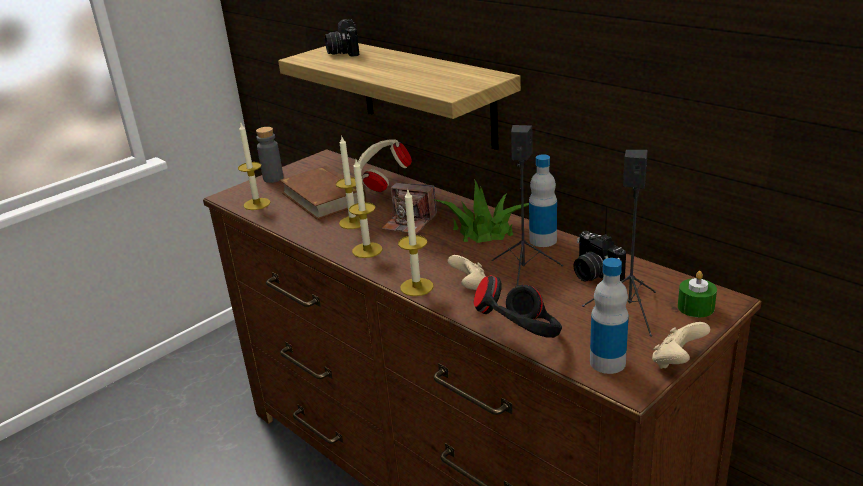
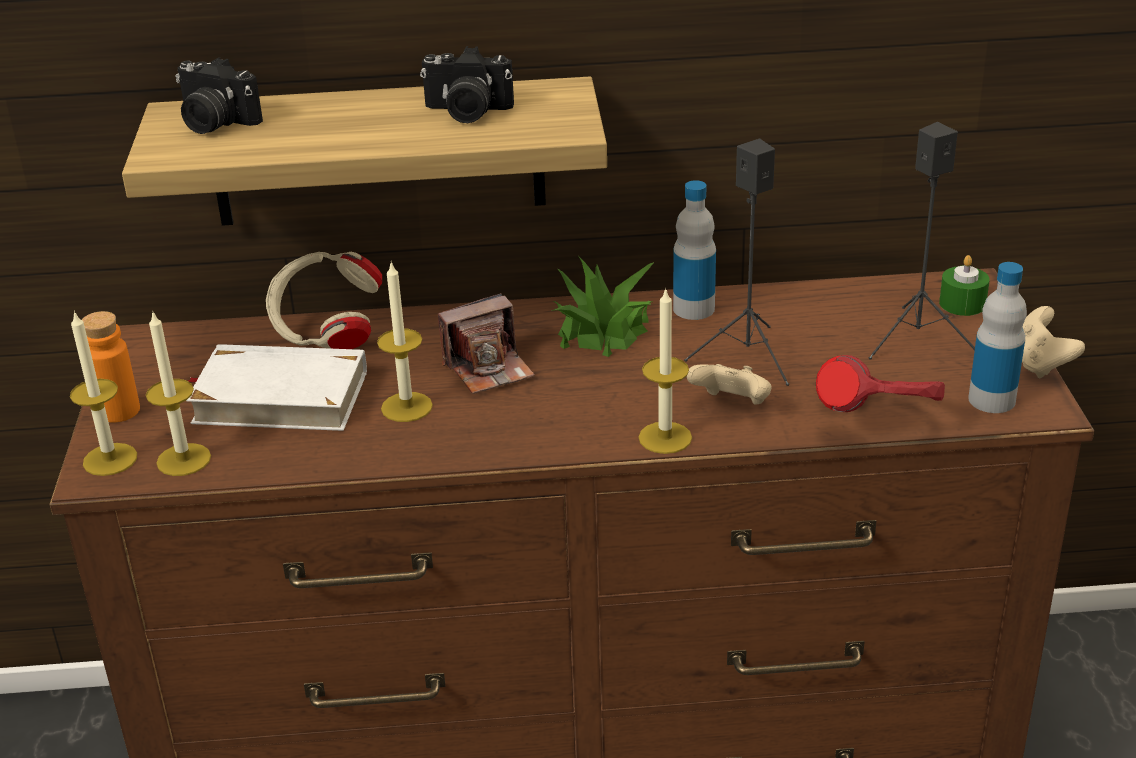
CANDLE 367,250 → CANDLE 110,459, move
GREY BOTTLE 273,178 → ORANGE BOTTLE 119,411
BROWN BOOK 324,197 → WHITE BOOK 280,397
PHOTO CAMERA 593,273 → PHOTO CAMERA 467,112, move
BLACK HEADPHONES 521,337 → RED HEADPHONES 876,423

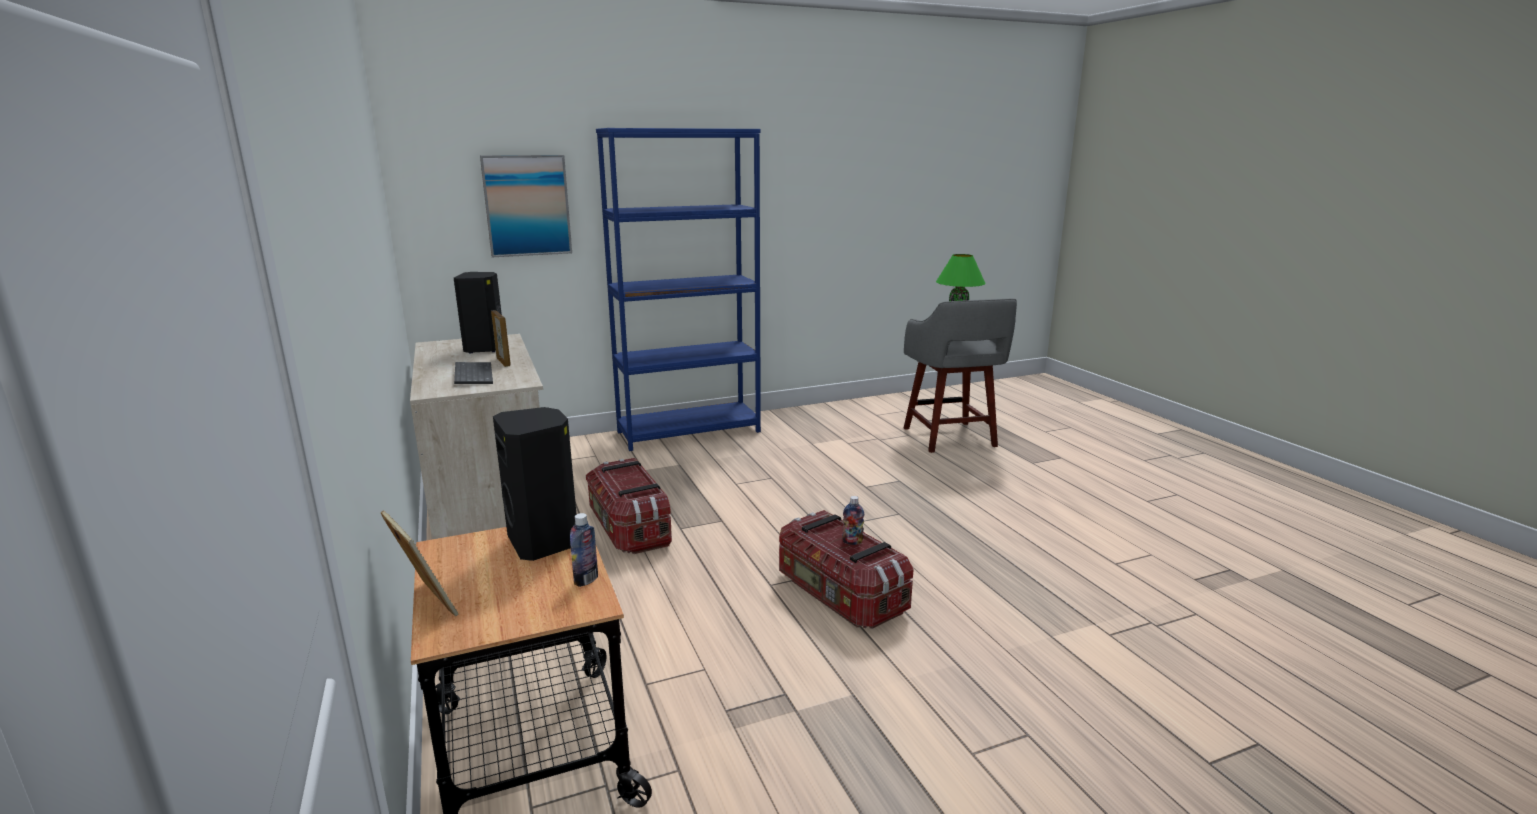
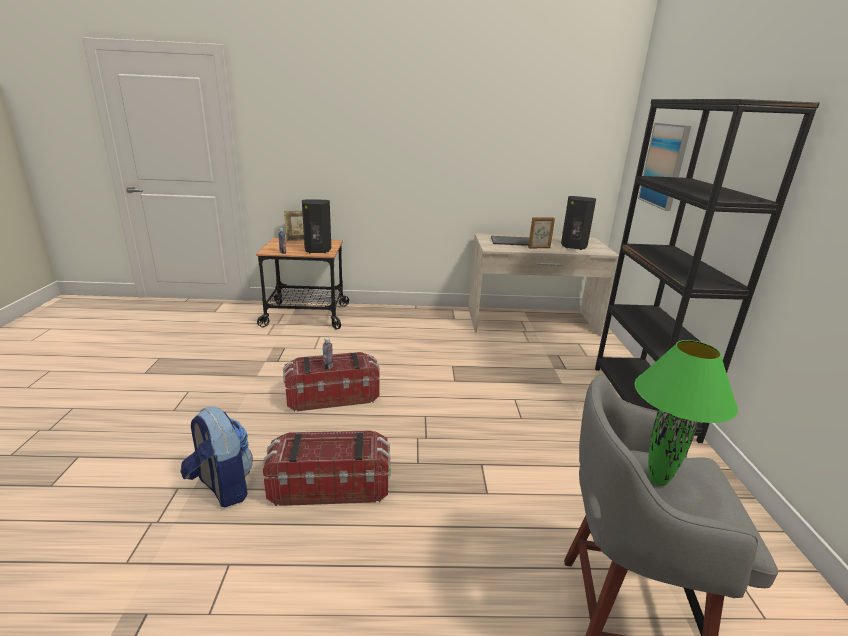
- → BACKPACK 222,487
STORAGE BOX 629,528 → STORAGE BOX 330,486, move
BLUE BOOKCASE 689,432 → BLACK BOOKCASE 642,401

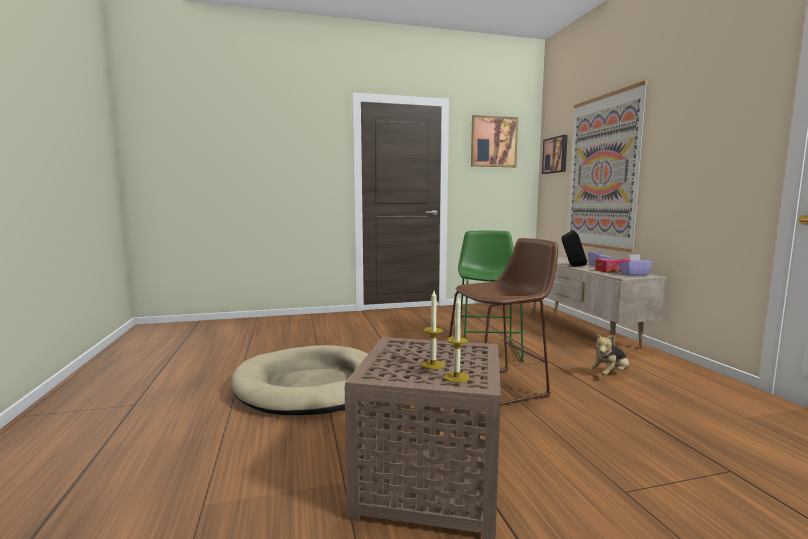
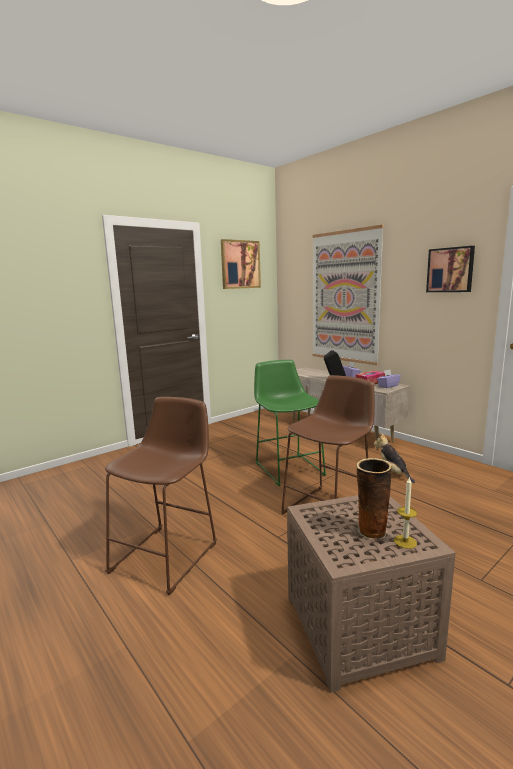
BEIGE DOG BED 313,386 → BROWN STOOL 168,554
CANDLE 433,365 → VASE 371,532
PLUSH TOY 610,374 → PLUSH TOY 392,473, 120 degrees clockwise
PICTURE 556,155 → PICTURE 450,270, move

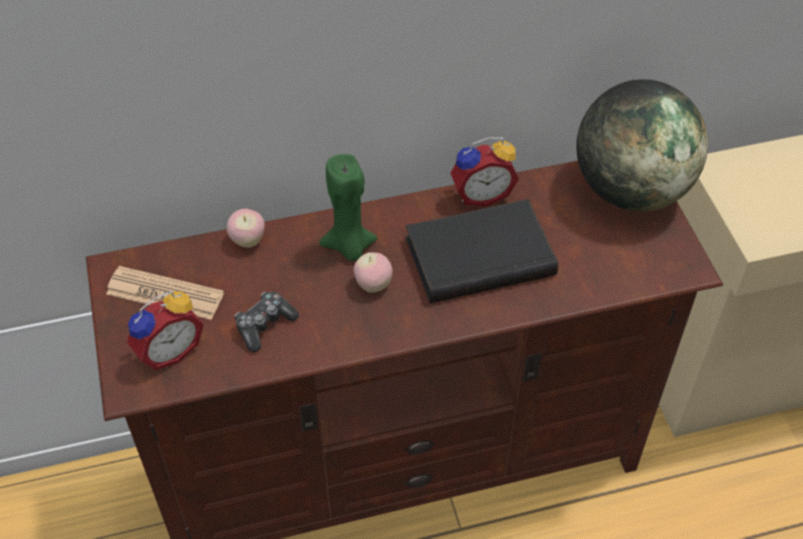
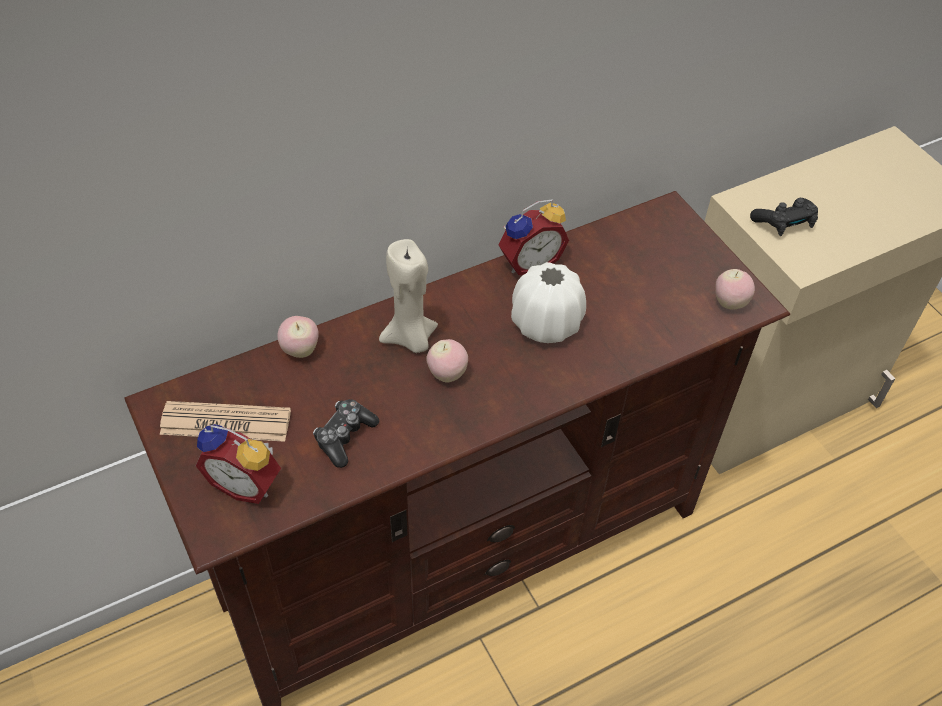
ALARM CLOCK 168,350 → ALARM CLOCK 247,483, 75 degrees clockwise
GREEN CANDLE 349,247 → BEIGE CANDLE 410,339
BLACK BOOK 479,254 → WHITE VASE 546,323
- → APPLE 729,303
- → BLACK GAME CONTROLLER 784,223
GLOBE 630,190 → -

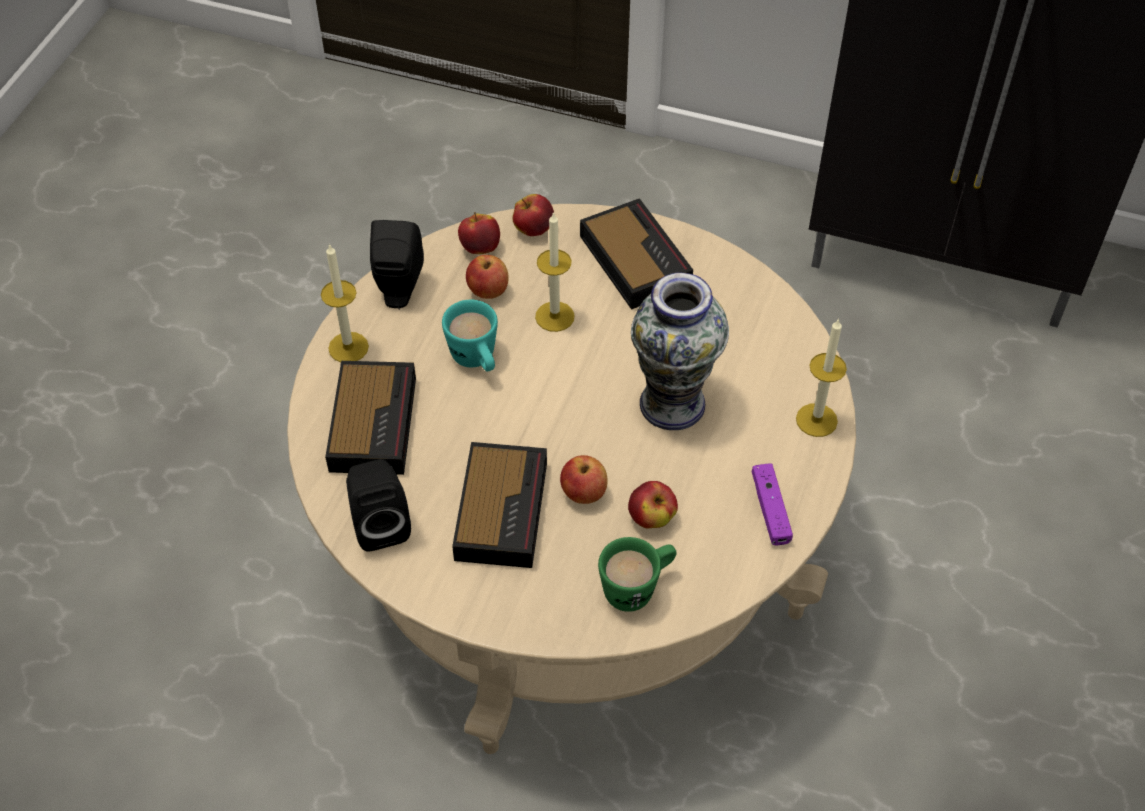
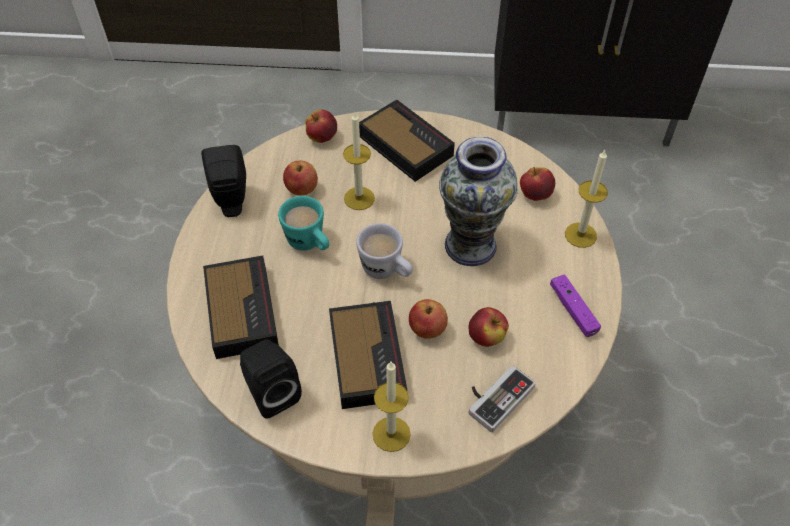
- → WHITE MUG 386,272
CANDLE 348,347 → CANDLE 391,434, move
GREEN MUG 637,588 → GAME CONTROLLER 495,396
APPLE 480,248 → APPLE 535,195, move

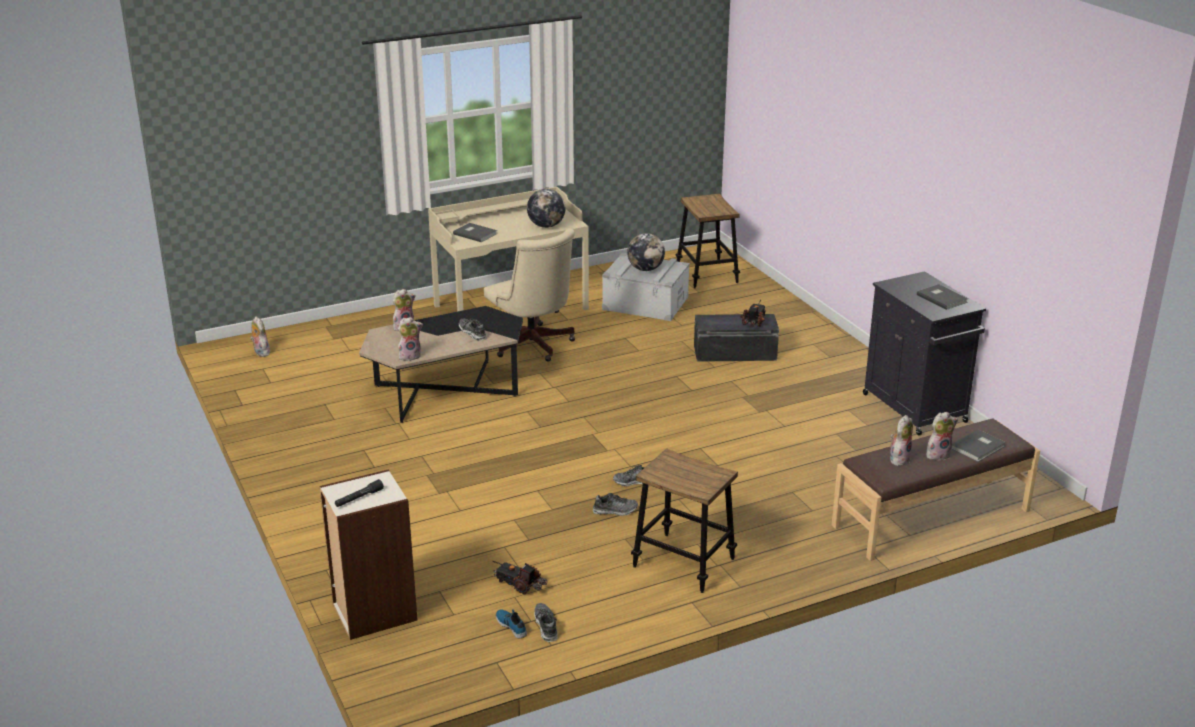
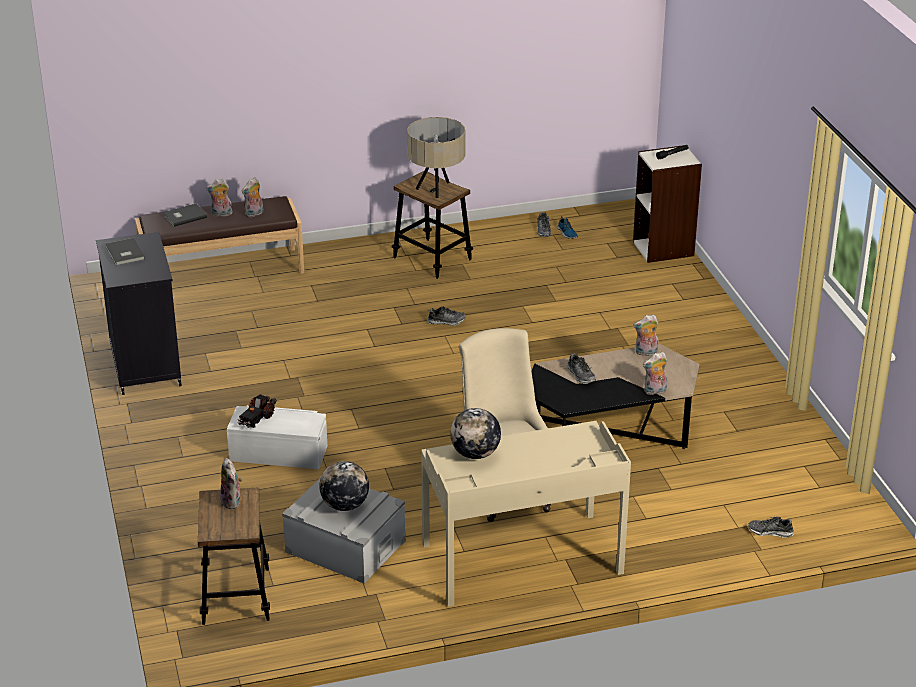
PLUSH TOY 260,352 → PLUSH TOY 232,502, move
BLACK STORAGE BOX 735,353 → WHITE STORAGE BOX 278,452
- → BEIGE TABLE LAMP 436,189
SHOE 615,511 → SHOE 770,532, move
GREY BOOK 475,233 → -
TOY TRUCK 519,584 → -

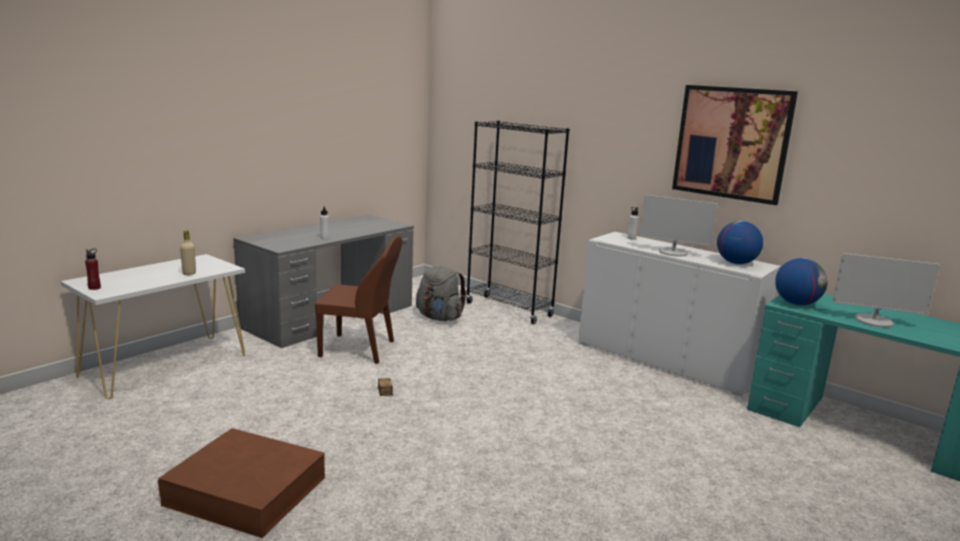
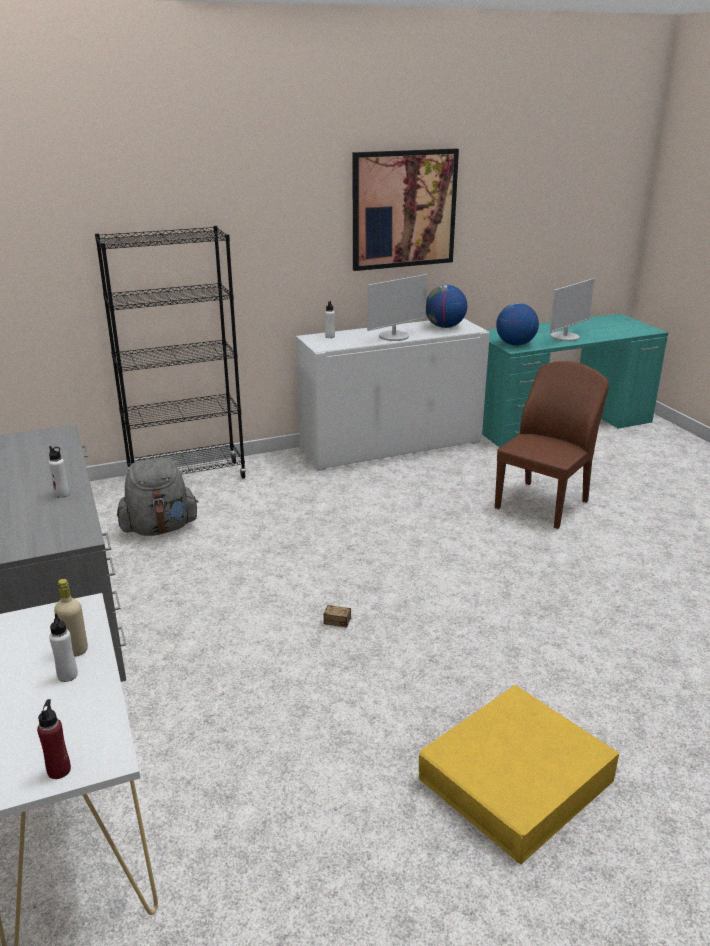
- → WHITE BOTTLE 67,675
BROWN STORAGE BOX 246,491 → YELLOW STORAGE BOX 516,779
BROWN CHAIR 359,349 → BROWN CHAIR 543,504, move

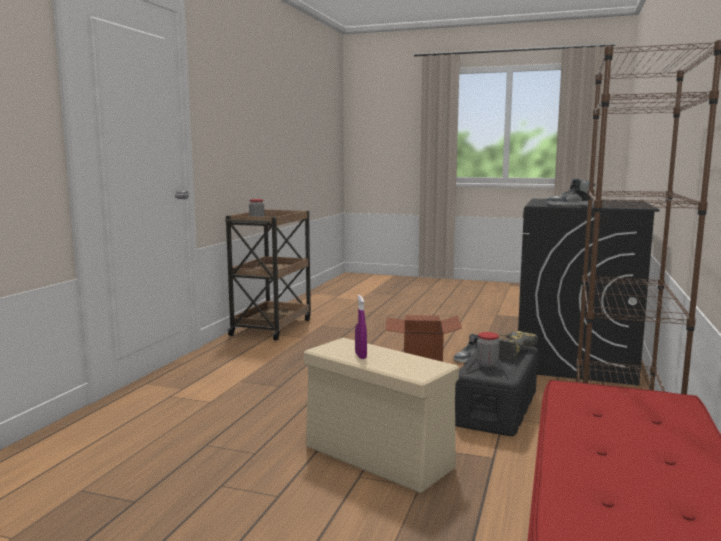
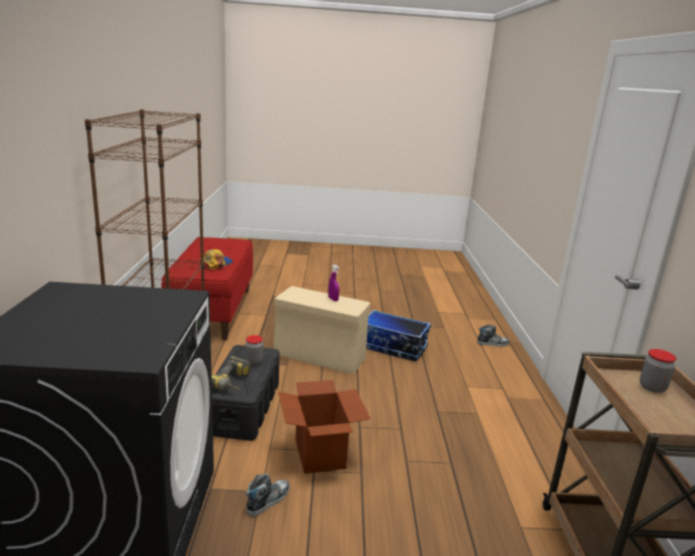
- → CAP 216,264
- → STORAGE BOX 392,347
SHOE 570,205 → SHOE 492,343, move

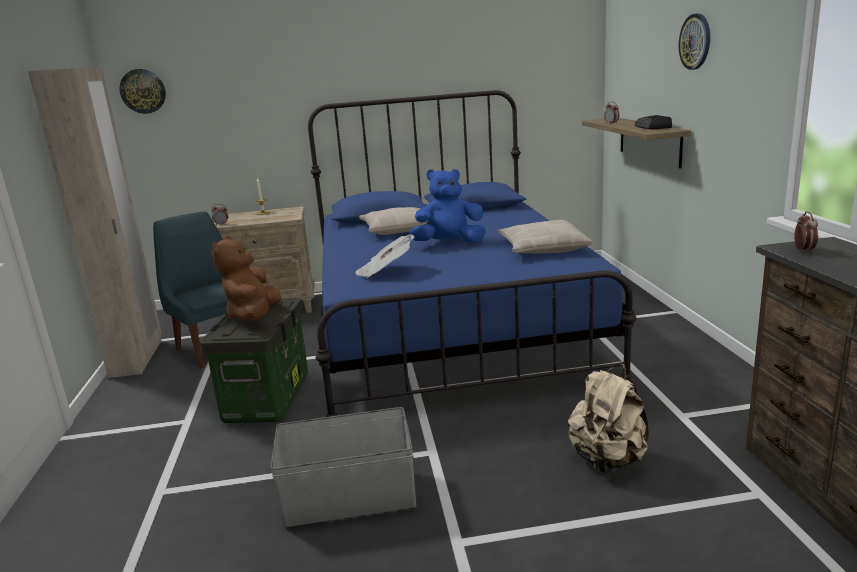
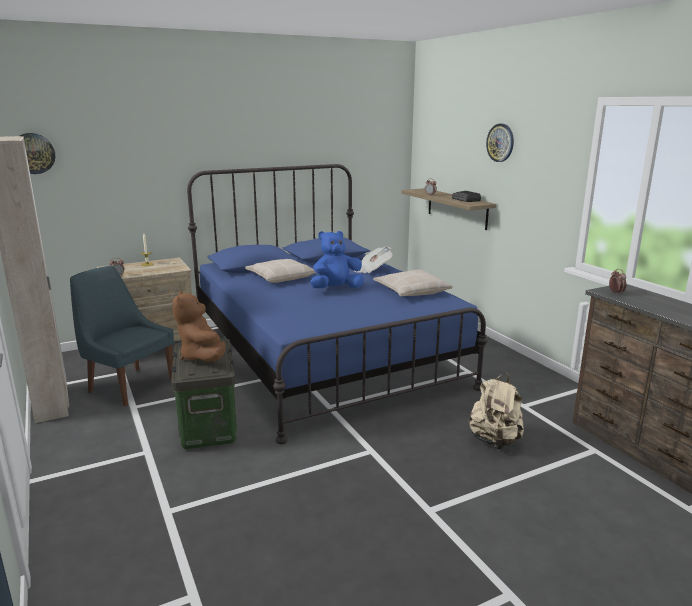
NEWSPAPER 385,272 → NEWSPAPER 372,270, move
GREY STORAGE BOX 349,497 → -

